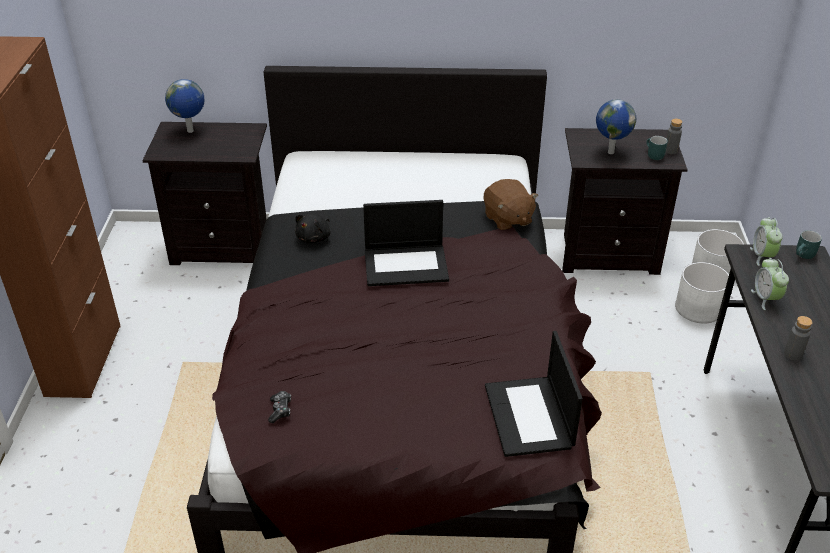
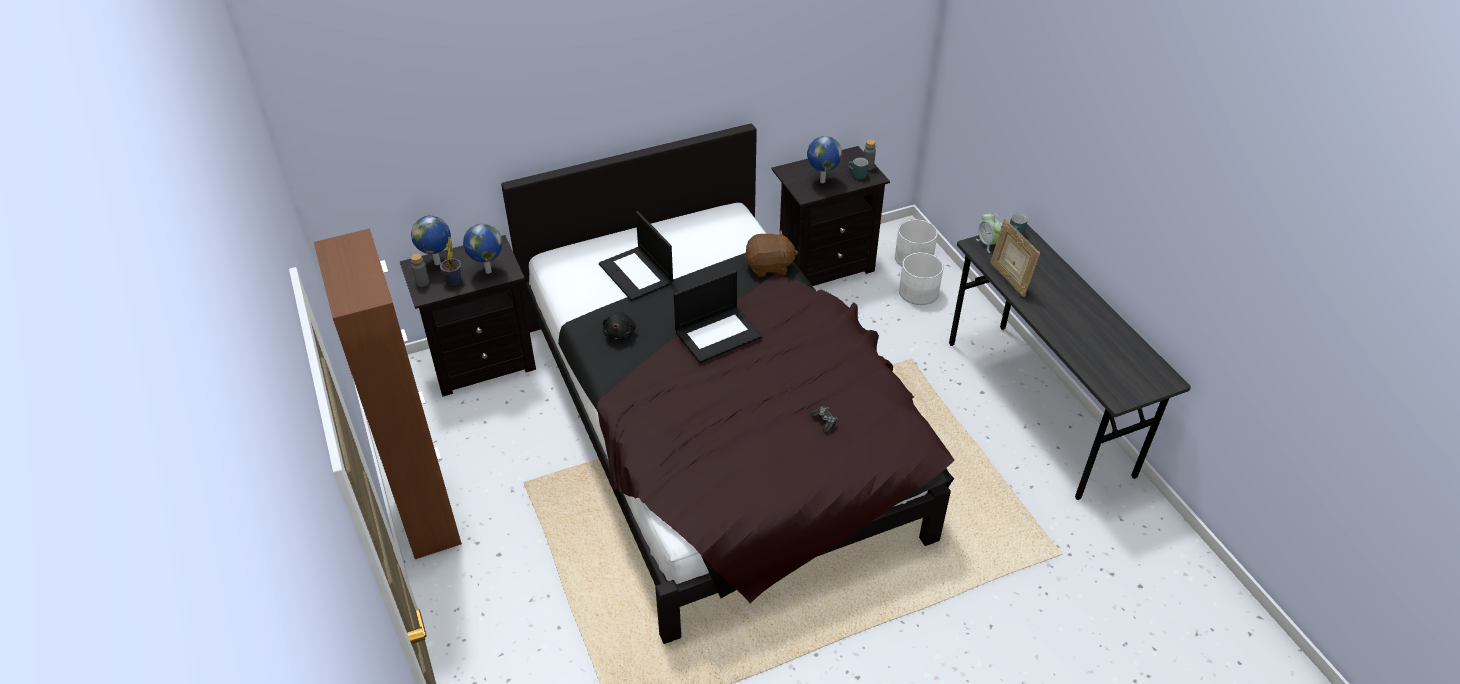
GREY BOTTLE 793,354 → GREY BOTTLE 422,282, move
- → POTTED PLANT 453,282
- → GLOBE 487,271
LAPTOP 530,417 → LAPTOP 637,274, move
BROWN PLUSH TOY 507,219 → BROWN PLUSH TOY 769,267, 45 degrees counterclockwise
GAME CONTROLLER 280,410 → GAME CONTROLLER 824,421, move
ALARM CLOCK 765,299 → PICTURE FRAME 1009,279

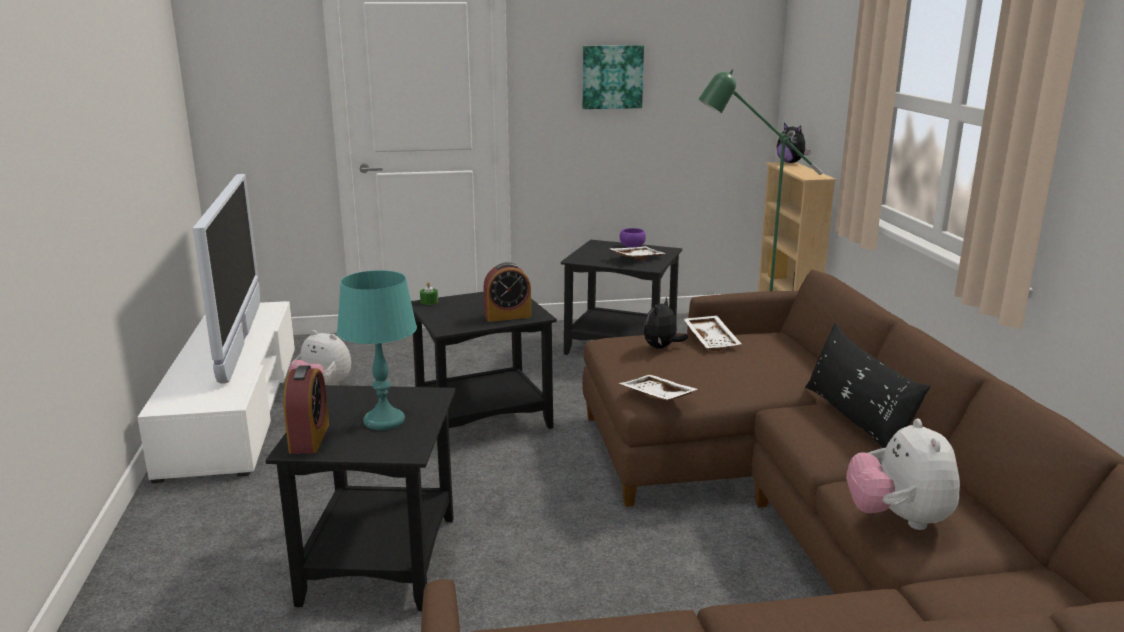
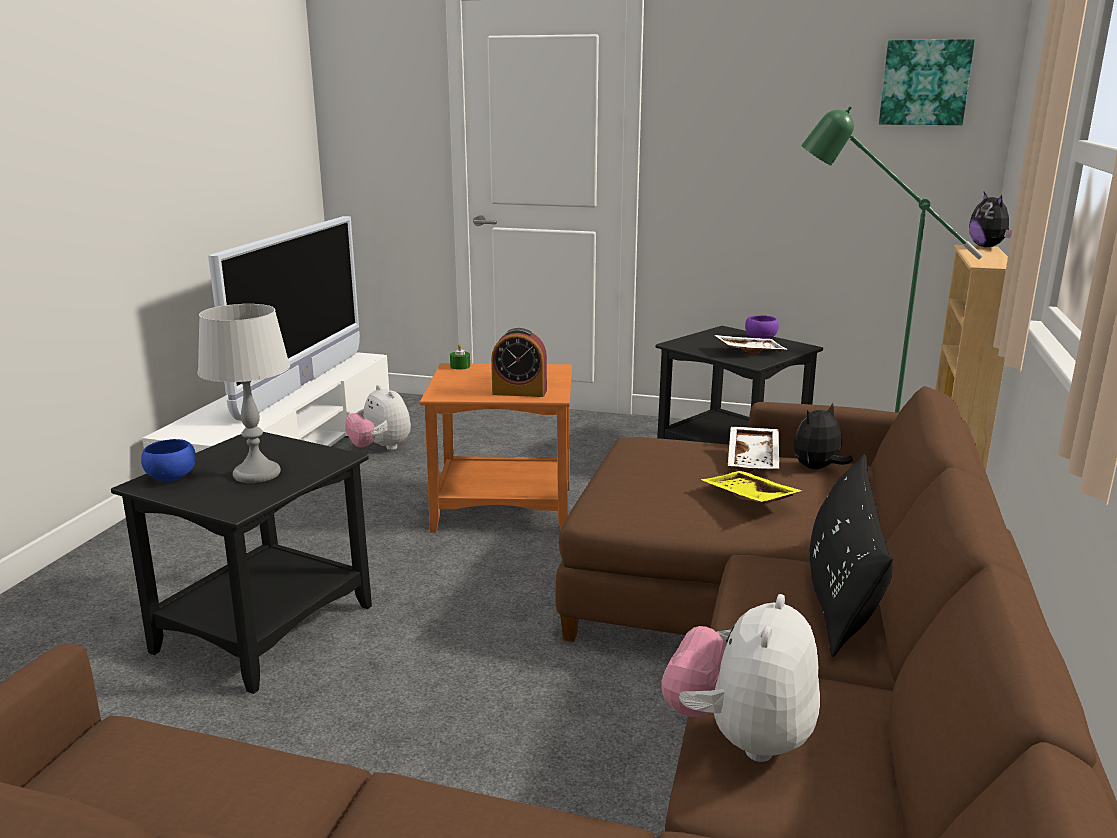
ALARM CLOCK 309,438 → BLUE BOWL 171,477
TURQUOISE TABLE LAMP 384,421 → GREY TABLE LAMP 257,474
BLACK SIDE TABLE 483,418 → ORANGE SIDE TABLE 503,508
- → YELLOW TRAY 747,498
PLUSH TOY 661,347 → PLUSH TOY 817,468, move
PICTURE 612,77 → PICTURE 924,82, move
WHITE TRAY 656,397 → -

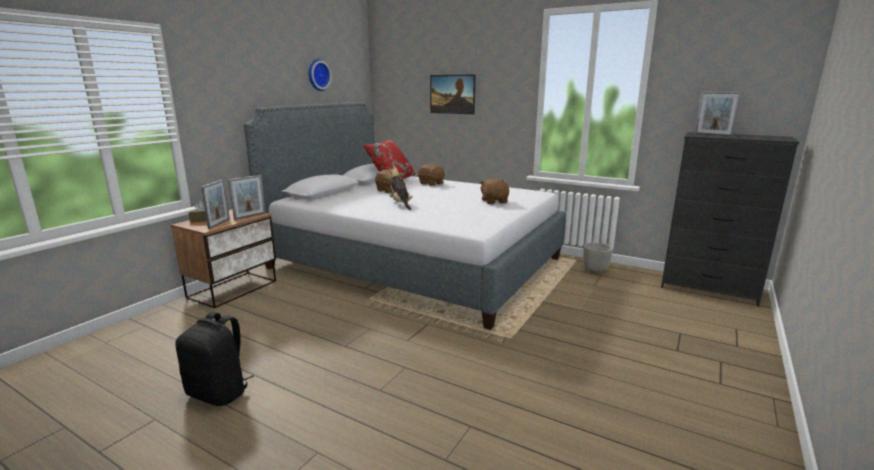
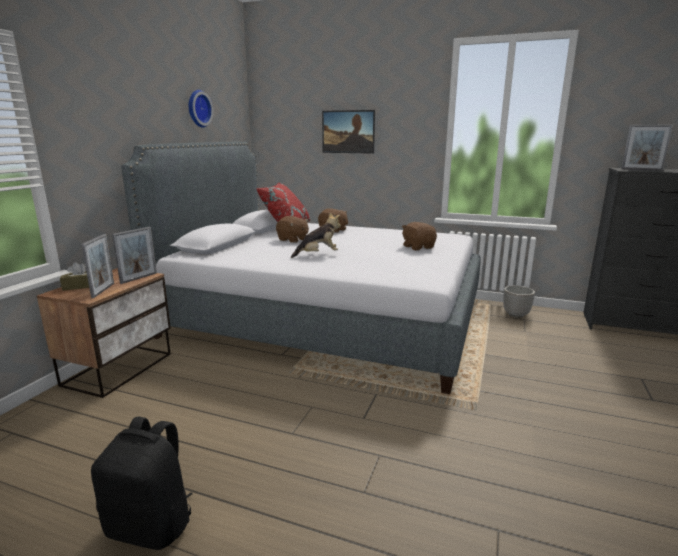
PLUSH TOY 400,204 → PLUSH TOY 318,255, 105 degrees clockwise

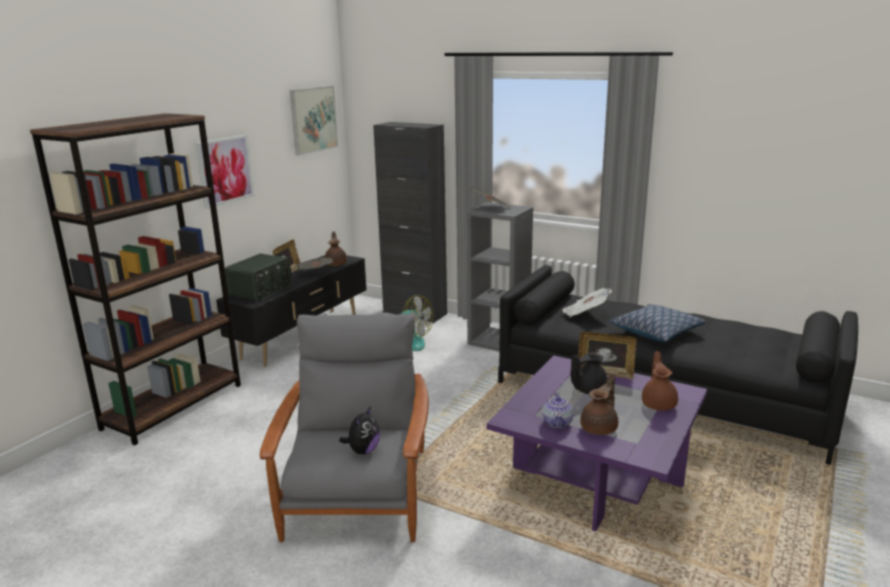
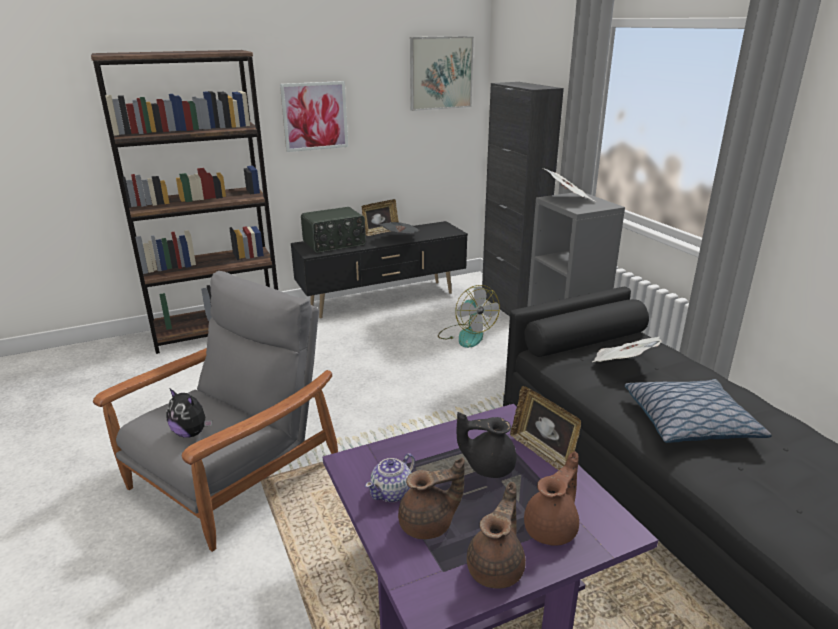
PLUSH TOY 363,451 → PLUSH TOY 191,433, 60 degrees clockwise
BROWN TEAPOT 336,264 → BROWN TEAPOT 497,567, move

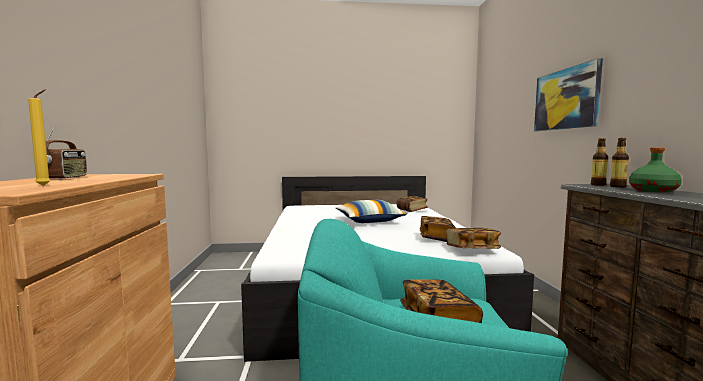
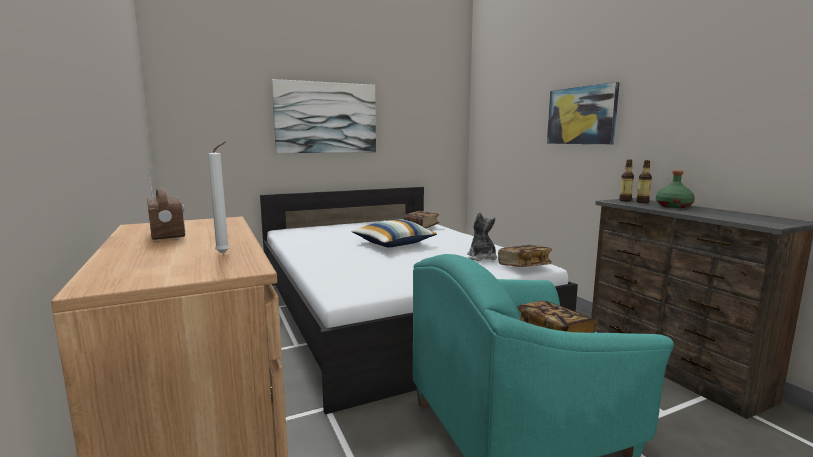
YELLOW CANDLE 45,186 → WHITE CANDLE 225,253
- → PICTURE 326,118
BOOK 437,238 → PLUSH TOY 481,258

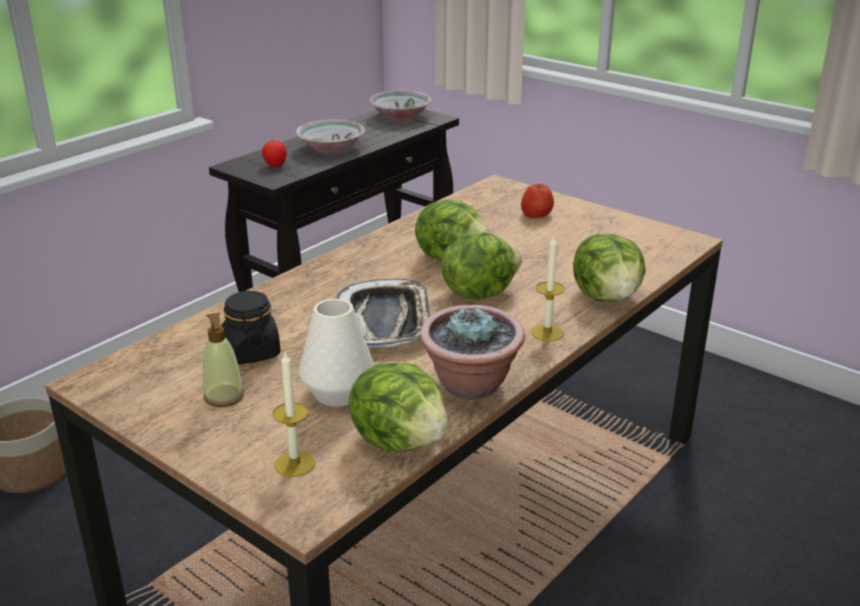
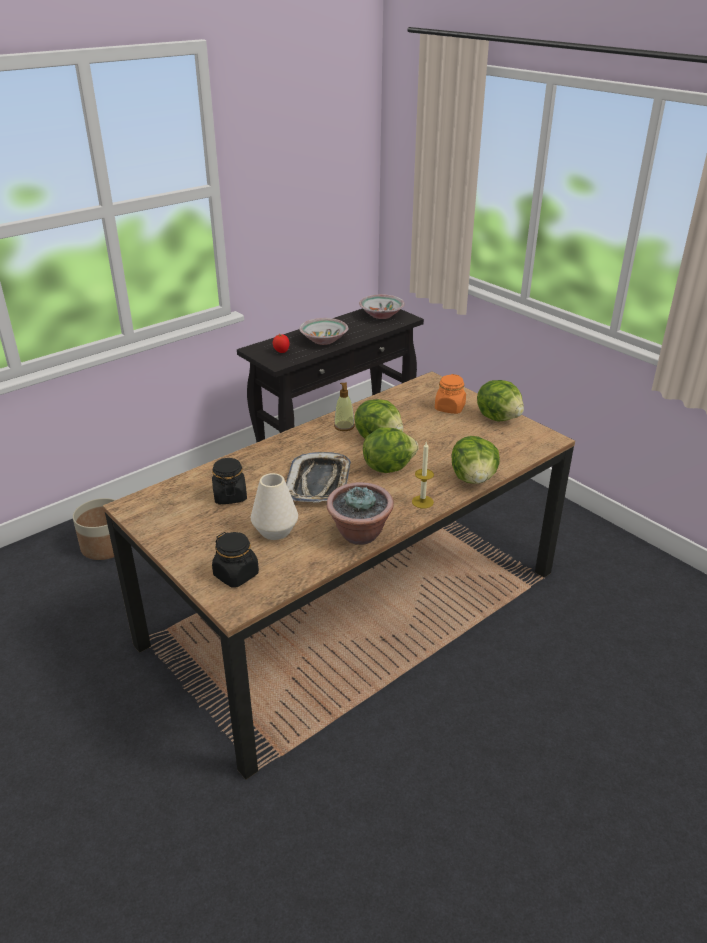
CANDLE 294,464 → BLACK JAR 236,575
SOAP DISPENSER 224,397 → SOAP DISPENSER 344,426, move
APPLE 536,214 → ORANGE JAR 449,408
LETTUCE 400,440 → LETTUCE 499,417, move

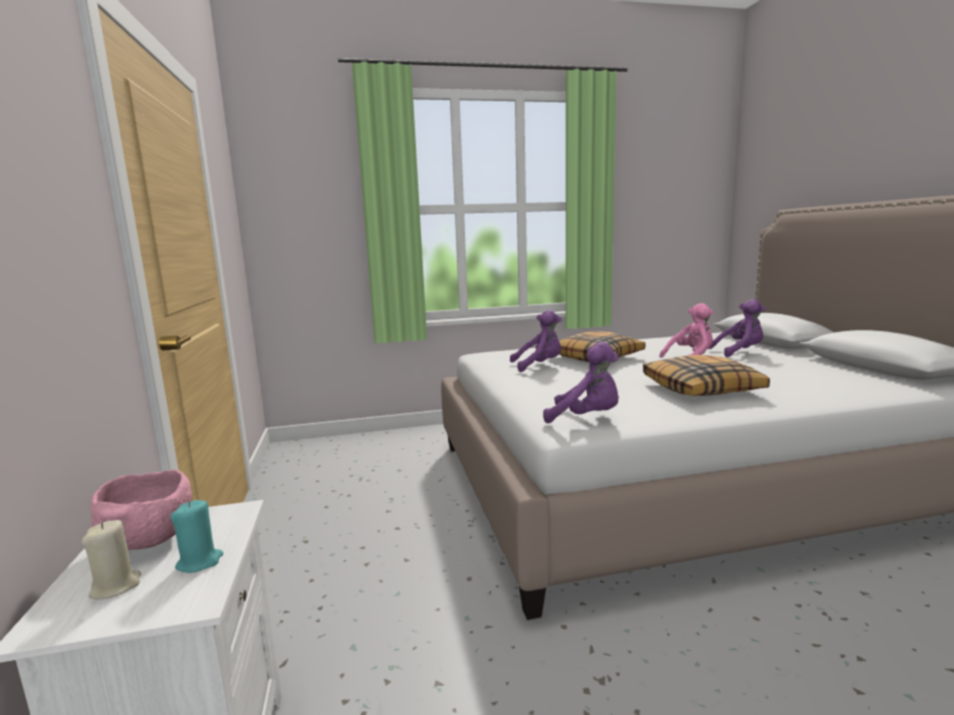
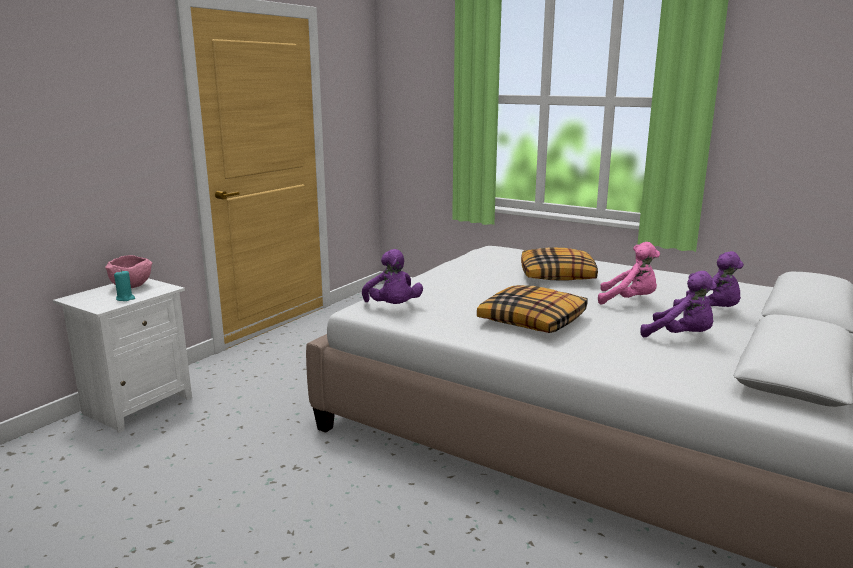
PURPLE PLUSH TOY 539,366 → PURPLE PLUSH TOY 681,337, move
BEIGE CANDLE 116,586 → -

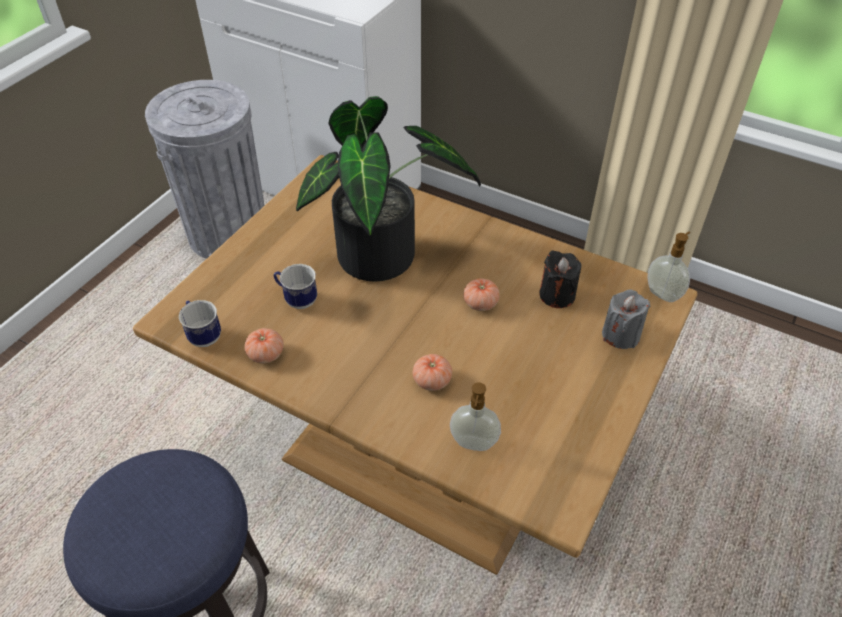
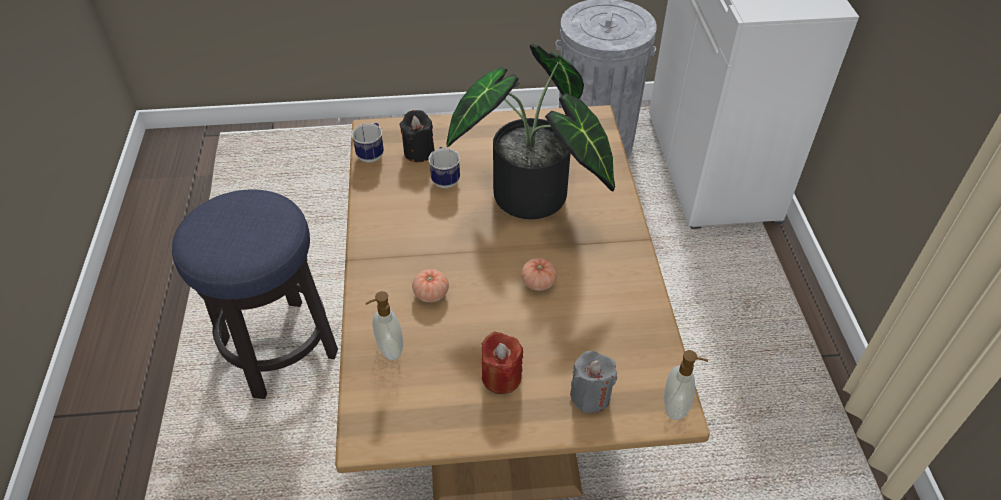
BLACK CANDLE 557,295 → BLACK CANDLE 419,152, move
- → RED CANDLE 501,377
TOMATO 266,354 → -

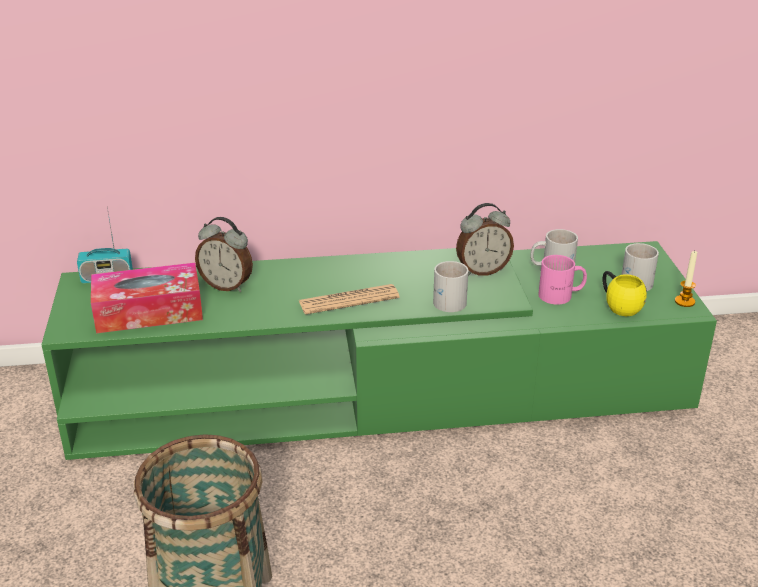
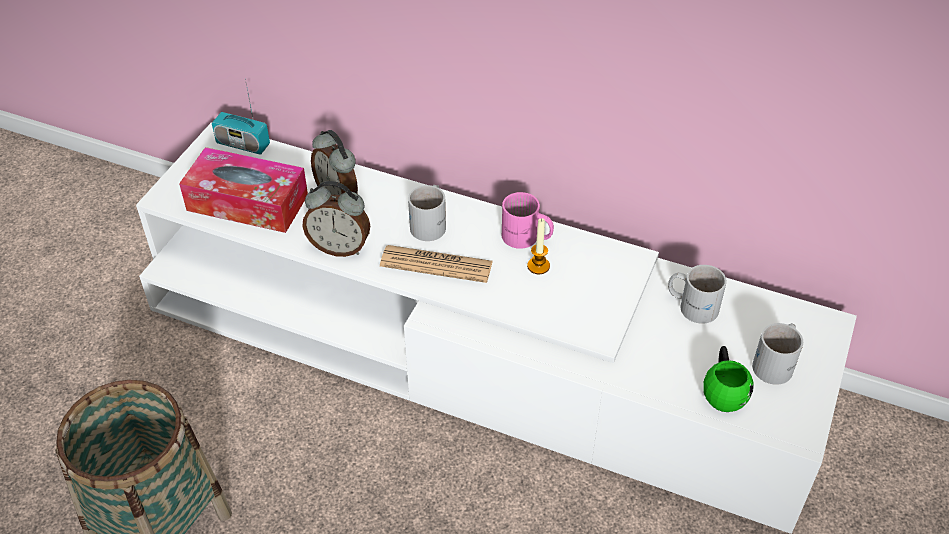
GREEN TV STAND 379,389 → WHITE TV STAND 474,352
ALARM CLOCK 482,270 → ALARM CLOCK 340,247, move
WHITE MUG 449,299 → WHITE MUG 431,223, move
PINK MUG 561,295 → PINK MUG 526,238, move
CANDLE 684,301 → CANDLE 538,266, move
YELLOW MUG 618,305 → GREEN MUG 723,390

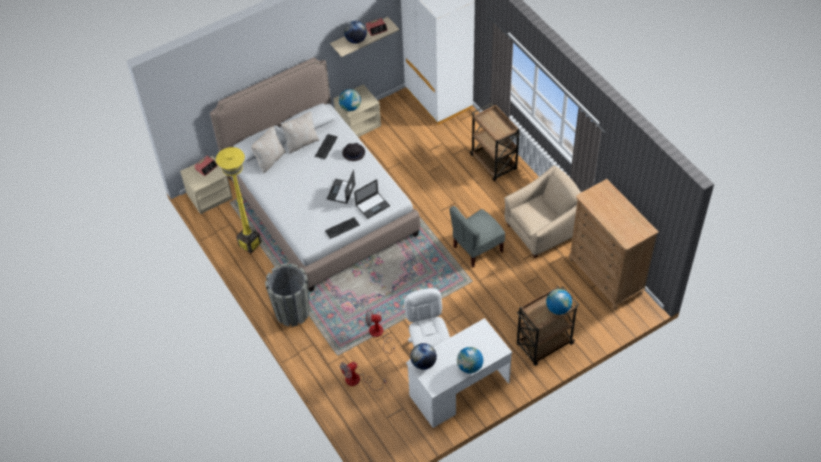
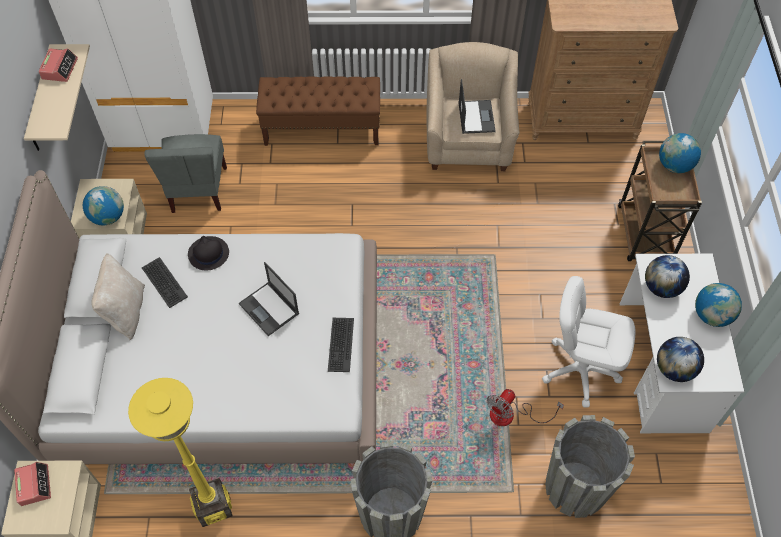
GREY CHAIR 477,249 → GREY CHAIR 198,190, move
BROWN CART 494,163 → BROWN BENCH 322,129
LAPTOP 372,205 → LAPTOP 476,116, move
FAN 358,381 → GREY PLANTER 575,487
GLOBE 356,40 → GLOBE 661,287, move
BEIGE PILLOW 270,160 → -

